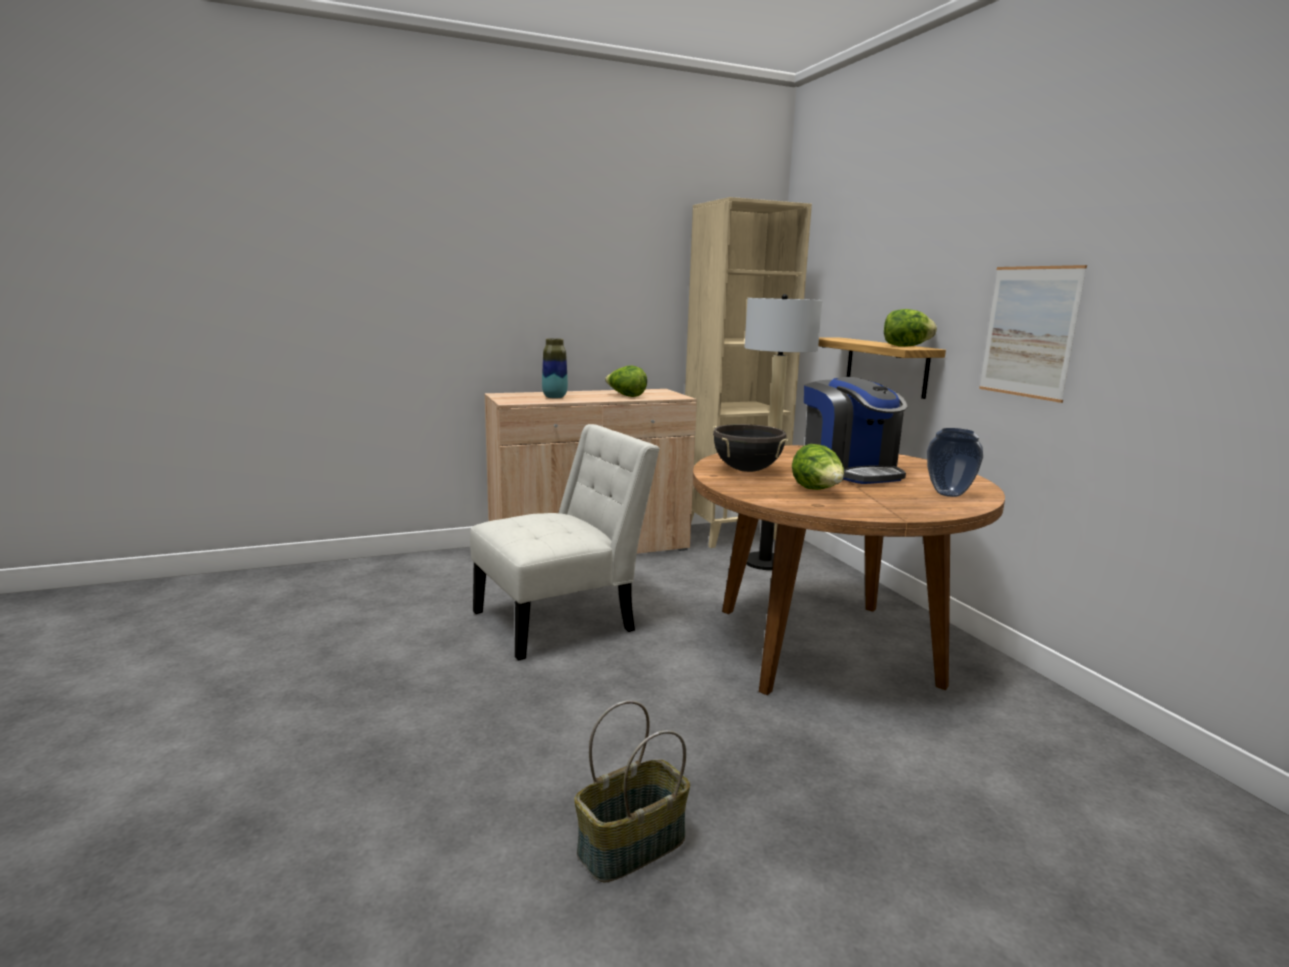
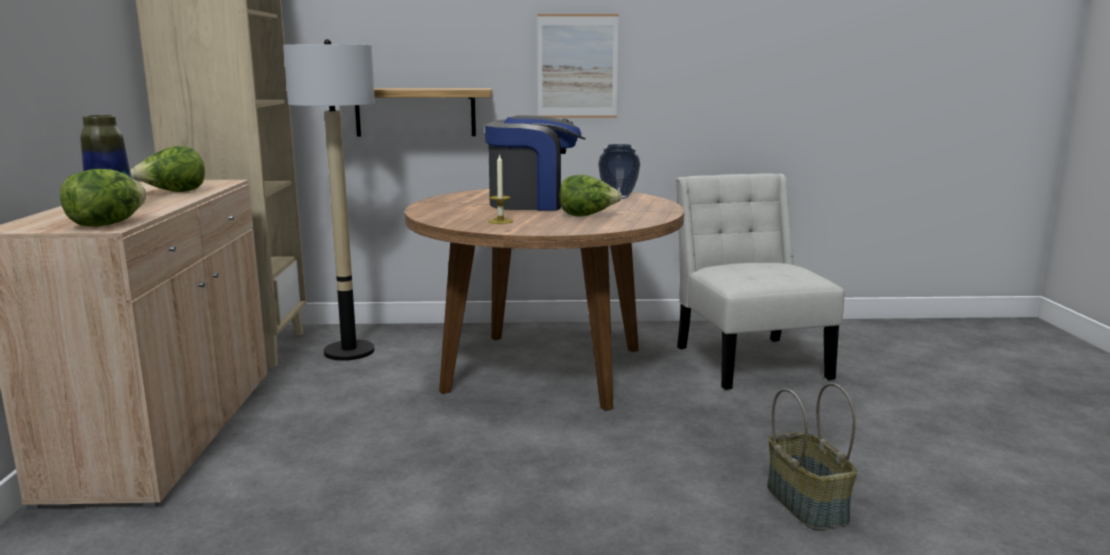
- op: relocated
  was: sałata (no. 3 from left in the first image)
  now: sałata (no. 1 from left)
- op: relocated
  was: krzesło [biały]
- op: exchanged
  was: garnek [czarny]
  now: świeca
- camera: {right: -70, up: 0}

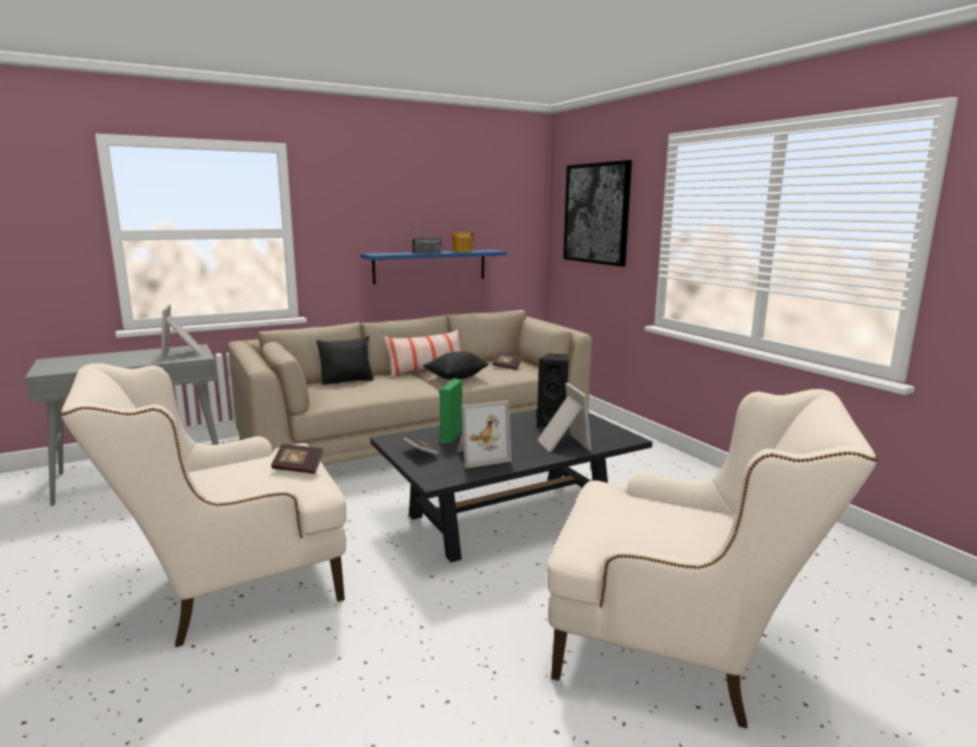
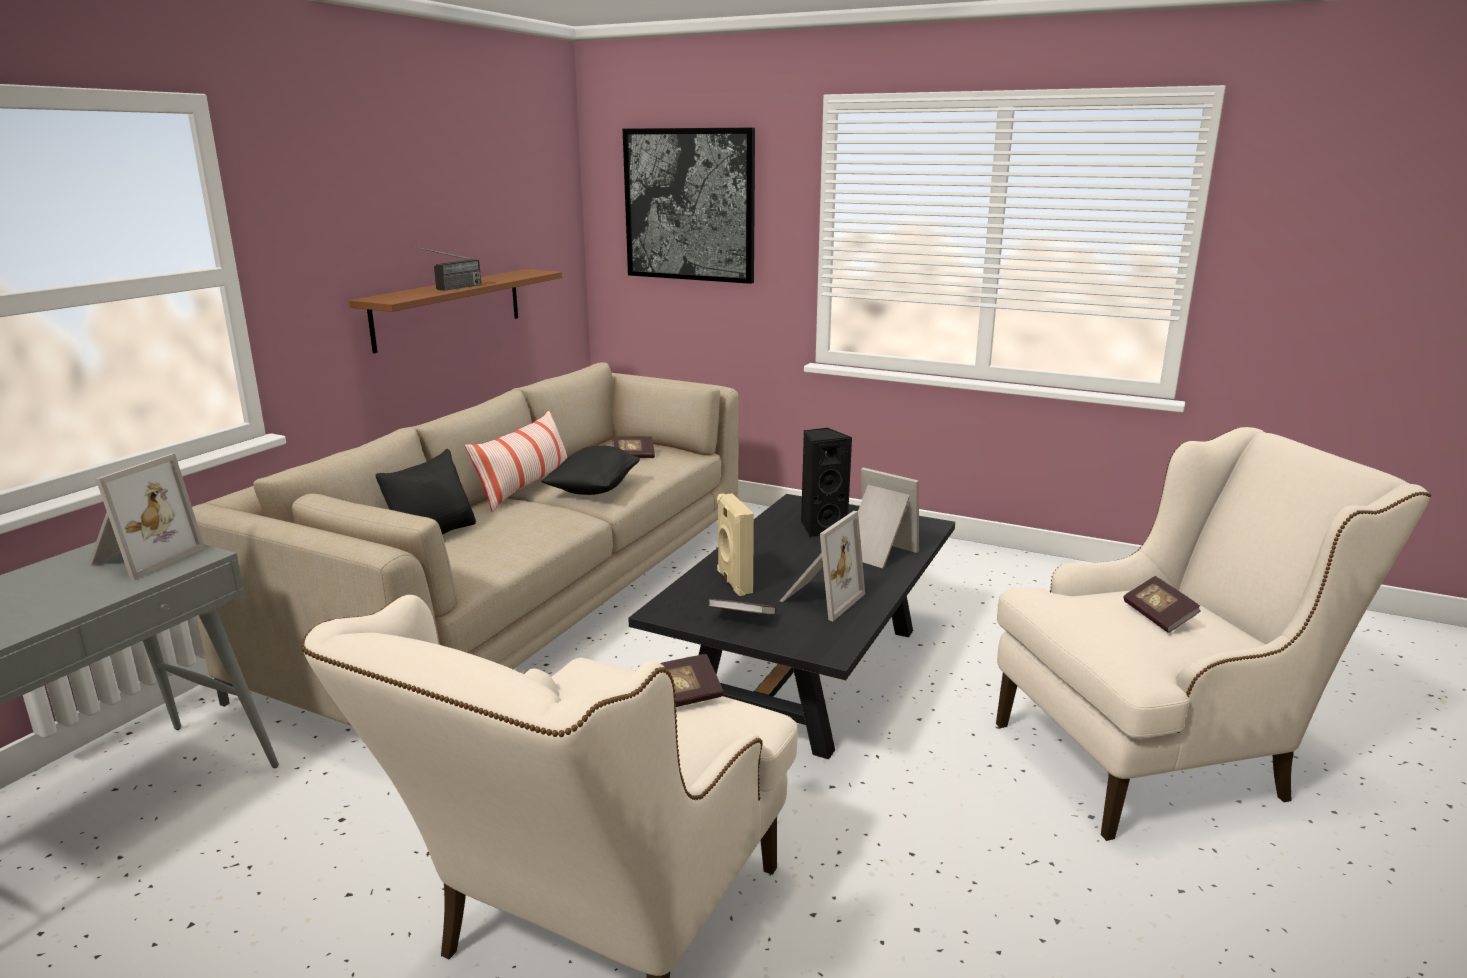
- op: missing
  was: imbryk
- op: colour
  was: półka [niebieski]
  now: półka [brązowy]
- op: spun
  was: ramka na zdjęcie (no. 1 from left)
  clockwise: -105
- op: colour
  was: głośnik [zielony]
  now: głośnik [beżowy]
- op: appeared
  now: książka (no. 4 from left)
- camera: {right: -35, up: 5}

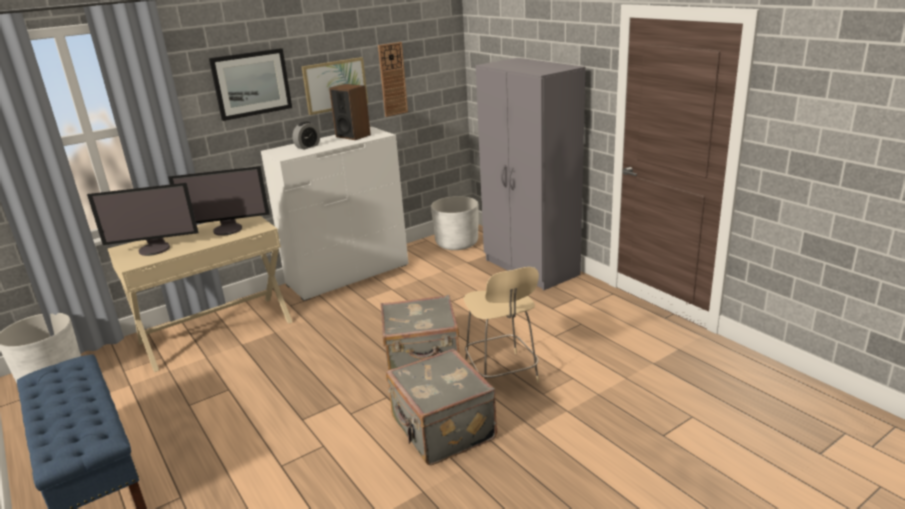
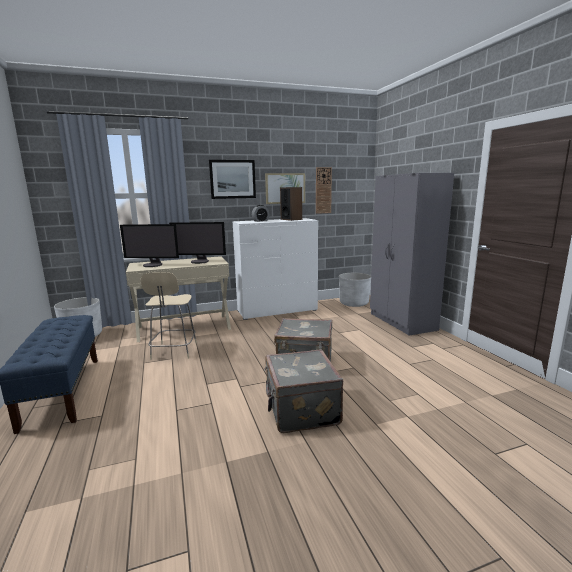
- op: relocated
  was: krzesło [beżowy]
- camera: {right: 15, up: -10}

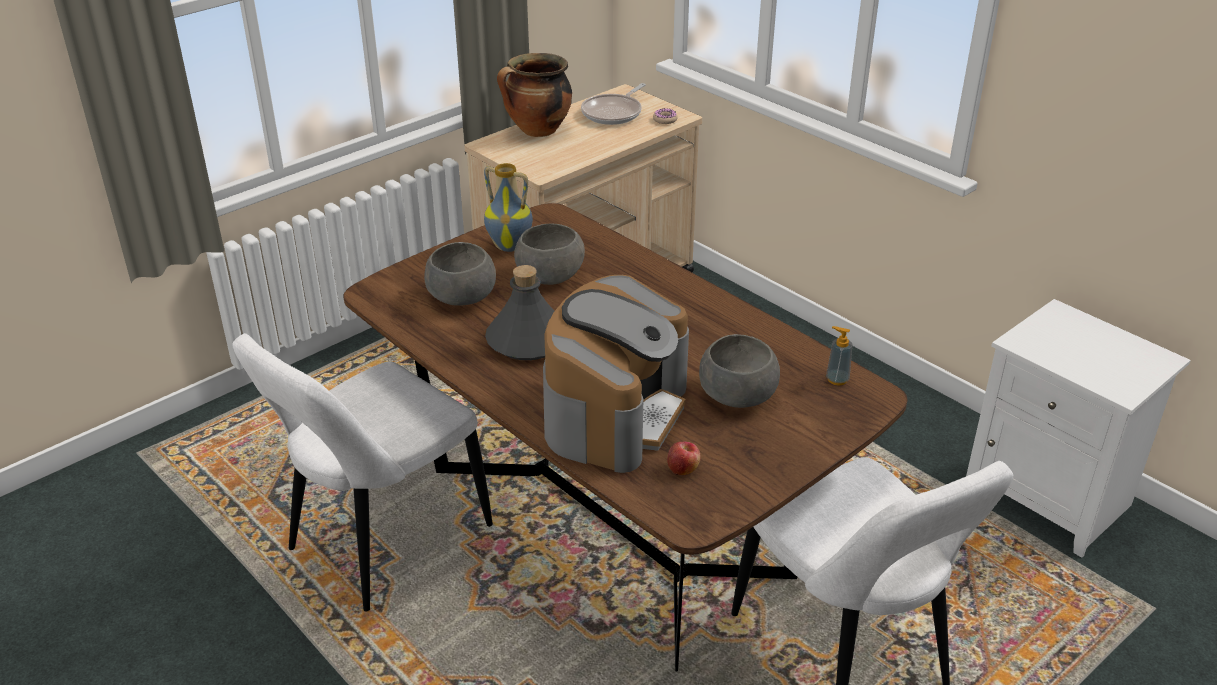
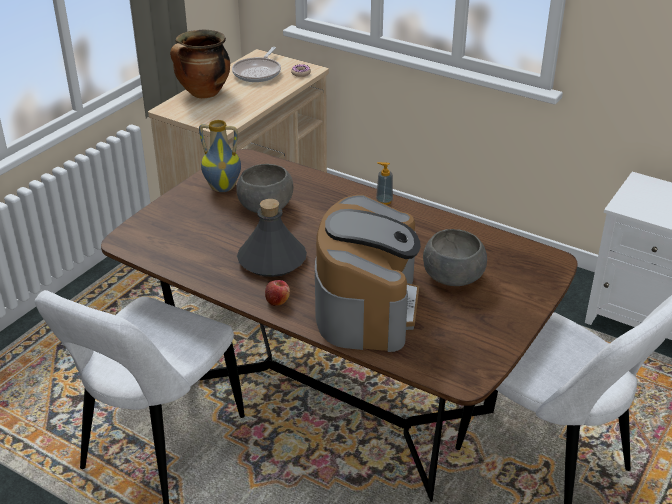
- op: missing
  was: miska [szary] (no. 1 from left)
- op: relocated
  was: dozownik mydła
- op: relocated
  was: jabłko
- camera: {right: -15, up: 0}

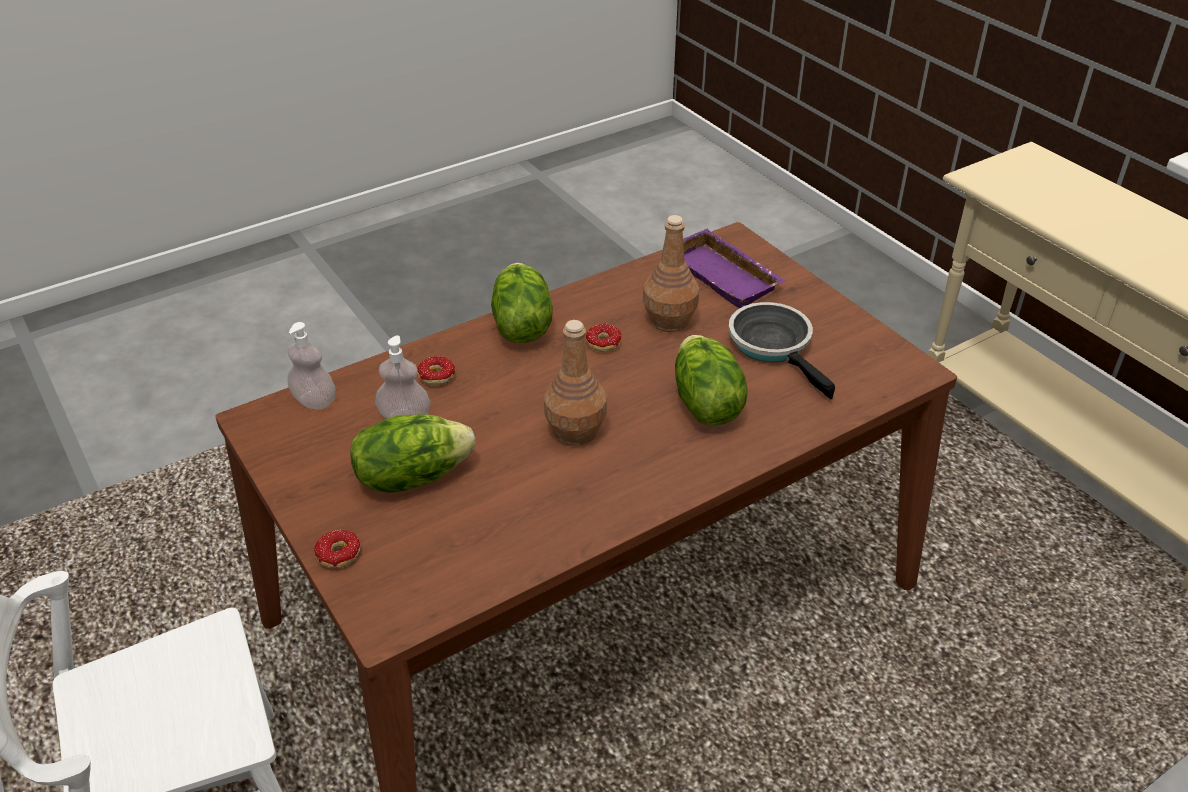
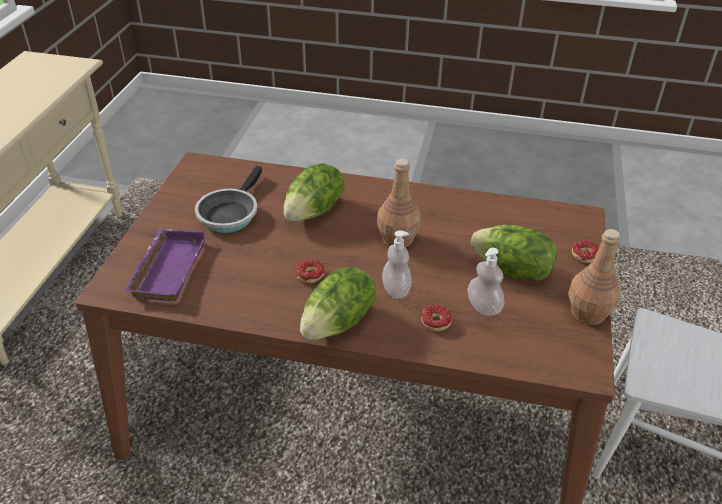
- op: relocated
  was: butelka [brązowy] (no. 2 from left)
- op: relocated
  was: dozownik mydła (no. 1 from left)
- camera: {right: -135, up: 0}

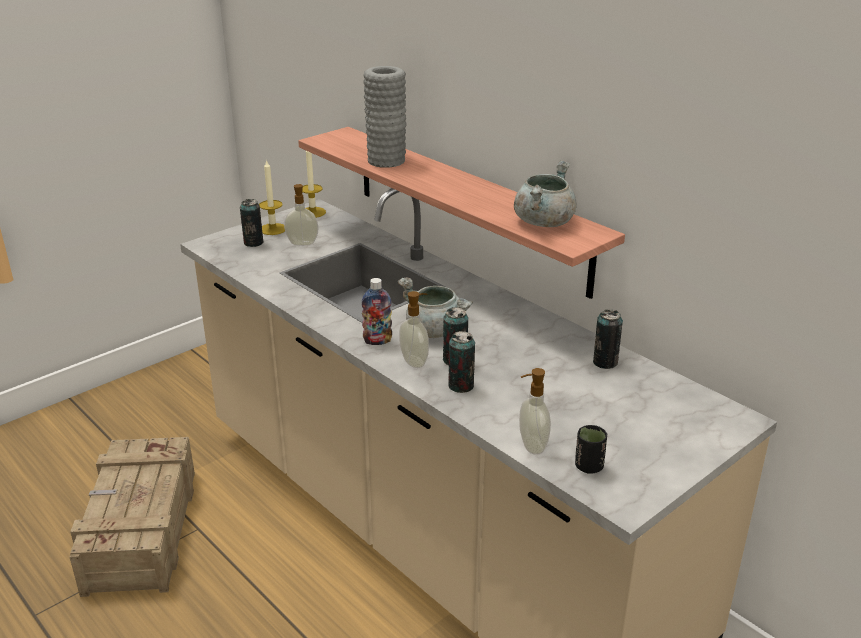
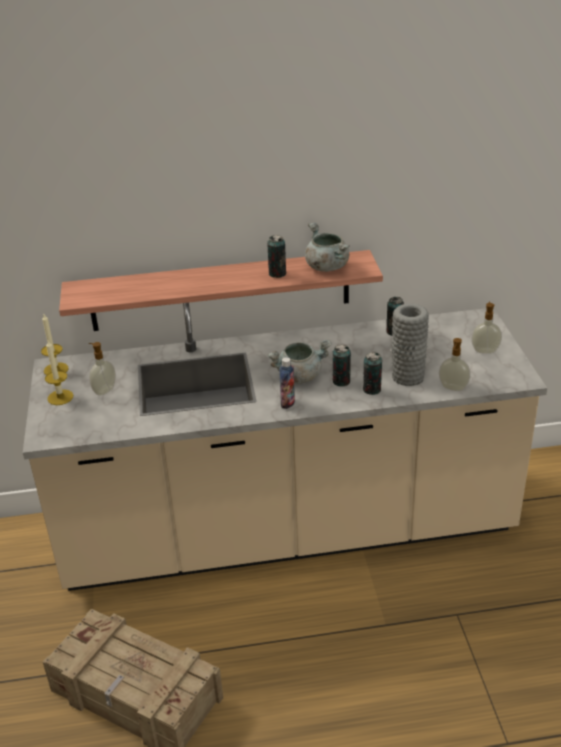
- op: relocated
  was: wazon [szary]
- op: relocated
  was: puszka (no. 1 from left)
- op: relocated
  was: dozownik mydła (no. 2 from left in the first image)
  now: dozownik mydła (no. 3 from left)
- op: missing
  was: filiżanka [czarny]
- camera: {right: -55, up: 5}

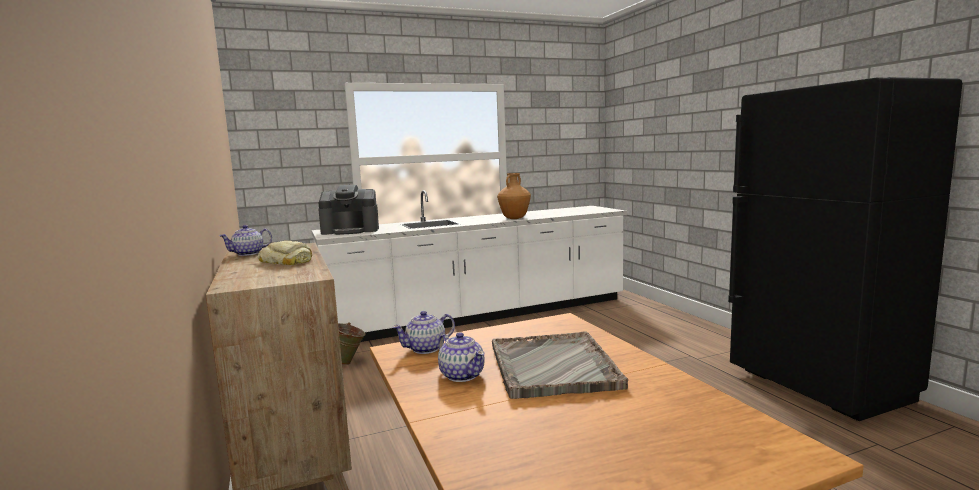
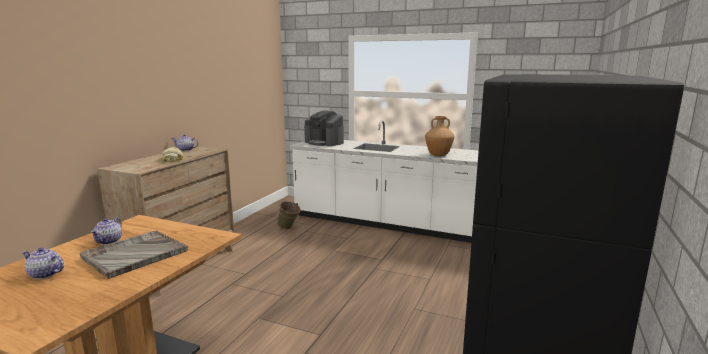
- op: relocated
  was: imbryk (no. 2 from left in the first image)
  now: imbryk (no. 1 from left)
- camera: {right: 45, up: 5}

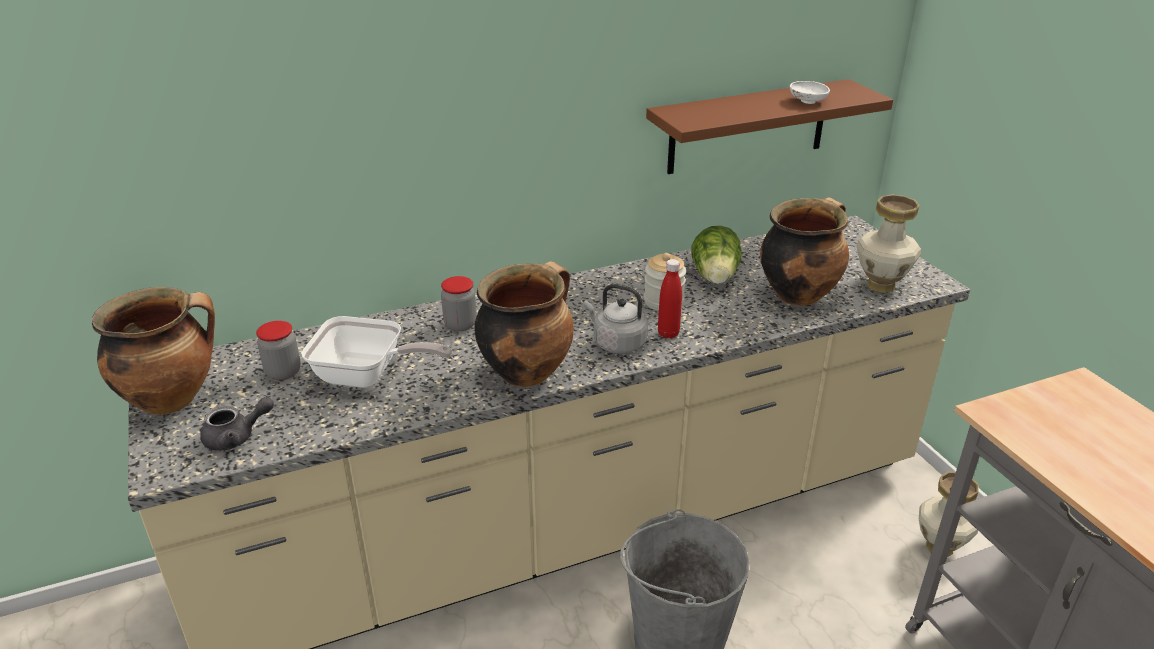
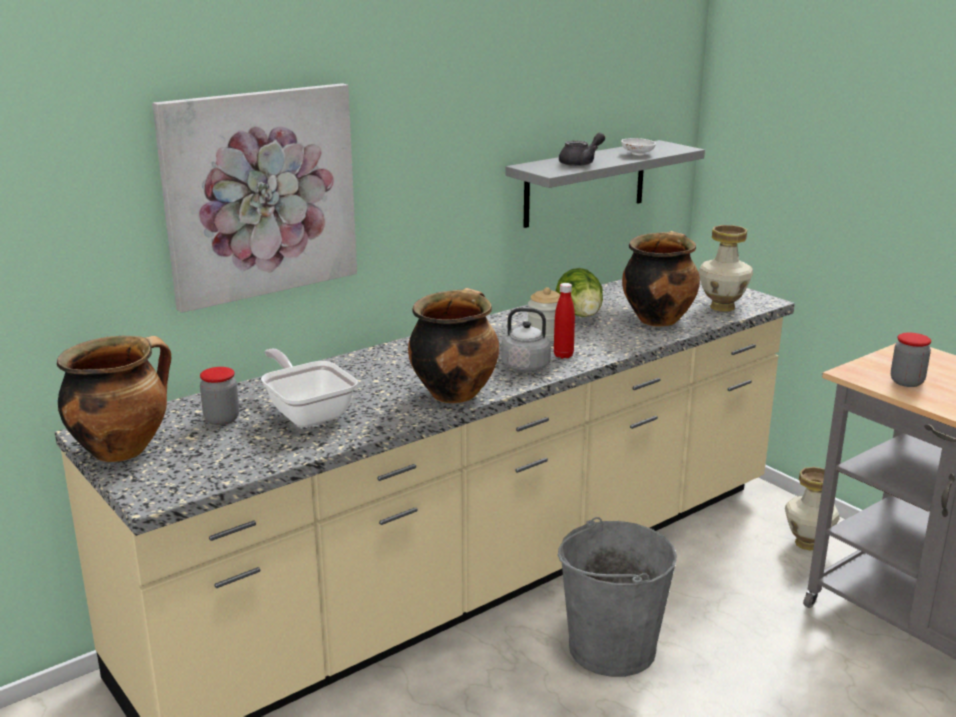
- op: colour
  was: półka [brązowy]
  now: półka [szary]
- op: relocated
  was: słoik (no. 2 from left in the first image)
  now: słoik (no. 3 from left)
- op: spun
  was: patelnia
  clockwise: -120
- op: relocated
  was: imbryk [szary]
- op: appeared
  now: obraz
- camera: {right: -15, up: -10}

